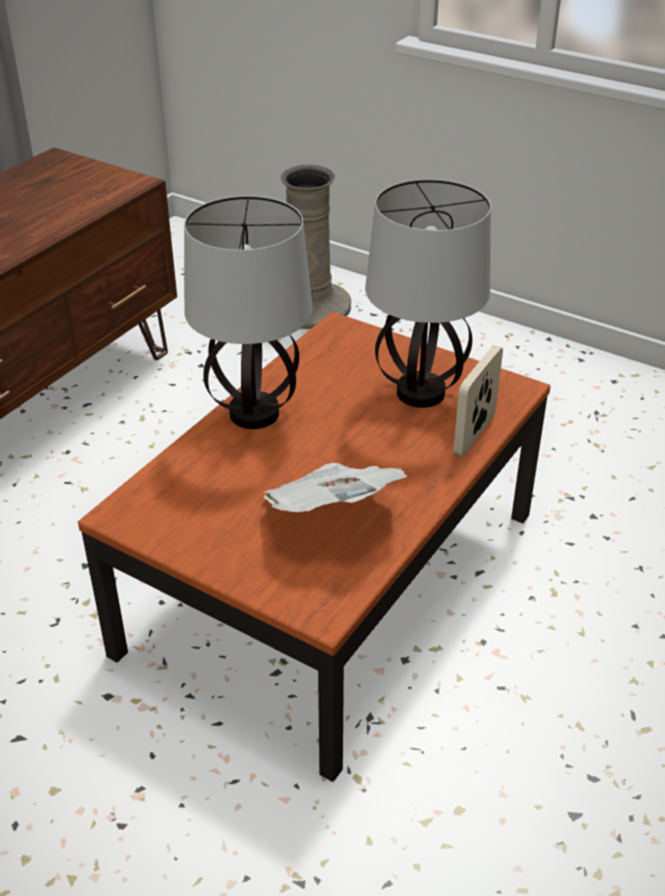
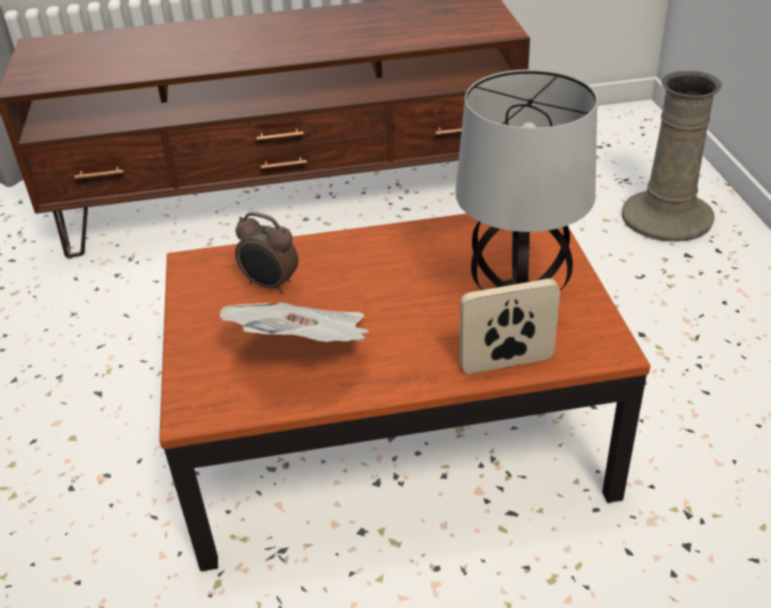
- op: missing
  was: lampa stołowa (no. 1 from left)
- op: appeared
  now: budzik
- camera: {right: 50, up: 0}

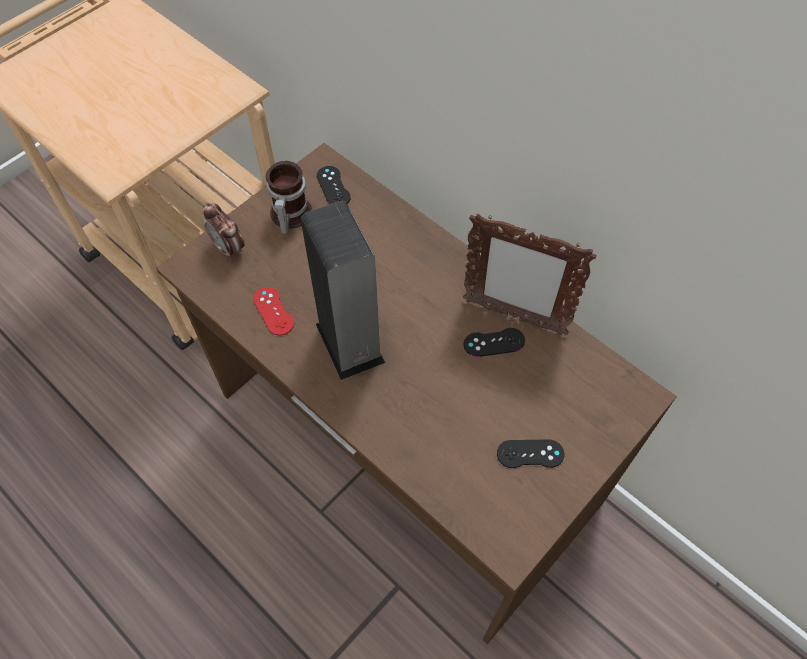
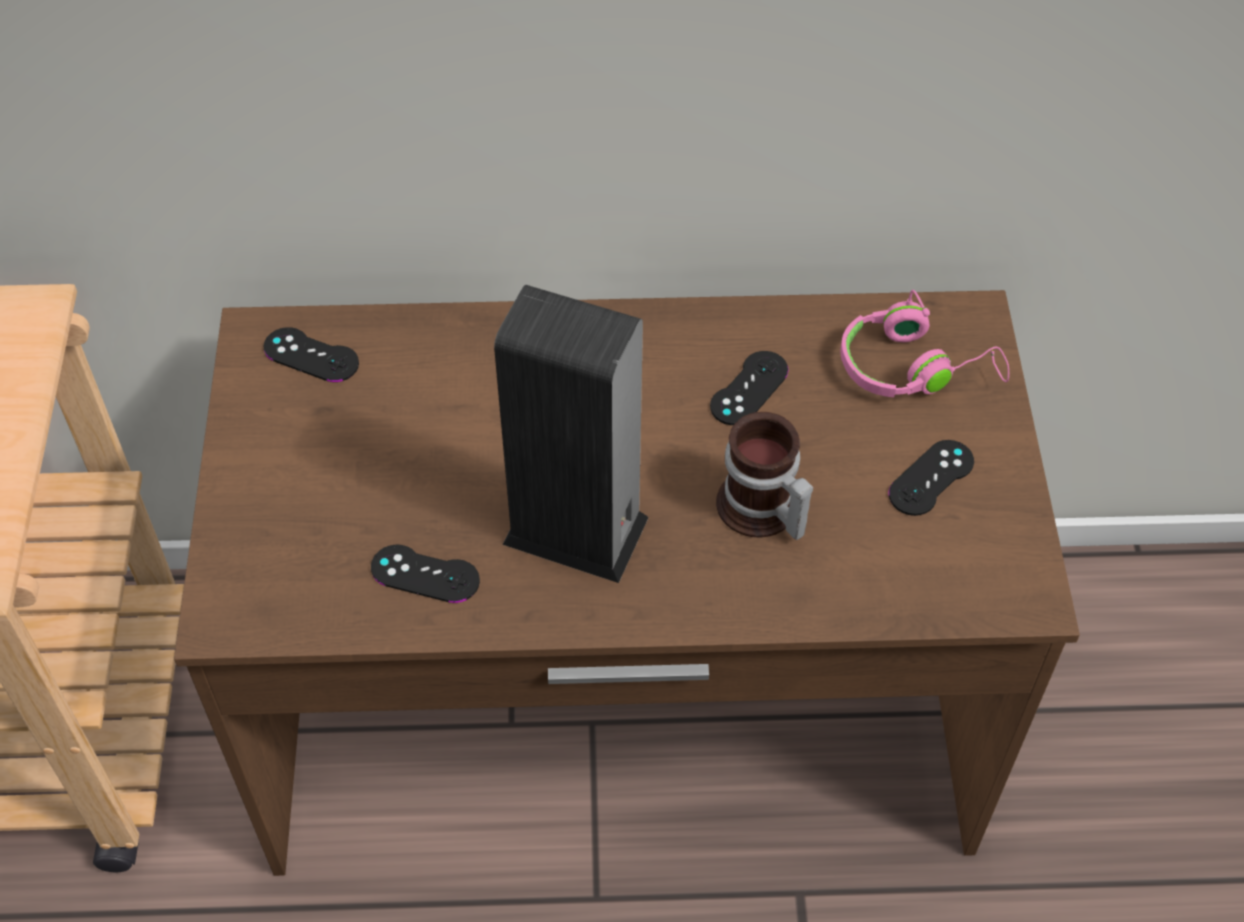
- op: relocated
  was: kubek
- op: missing
  was: budzik
- op: missing
  was: ramka na zdjęcie
- op: colour
  was: pad do gier [czerwony]
  now: pad do gier [czarny] (no. 2 from left)
- op: appeared
  now: słuchawki [różowy]
- camera: {right: -45, up: -5}

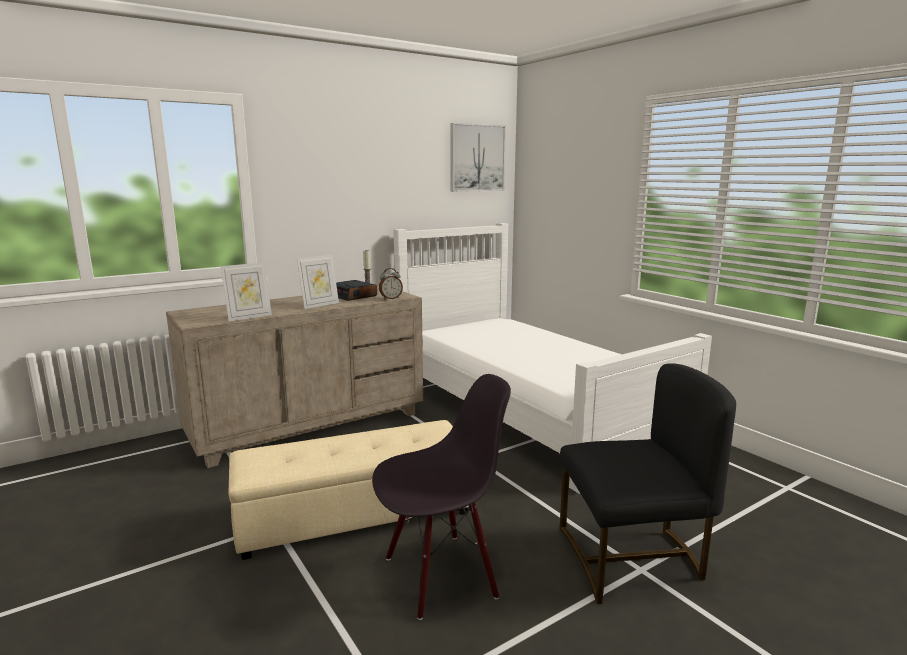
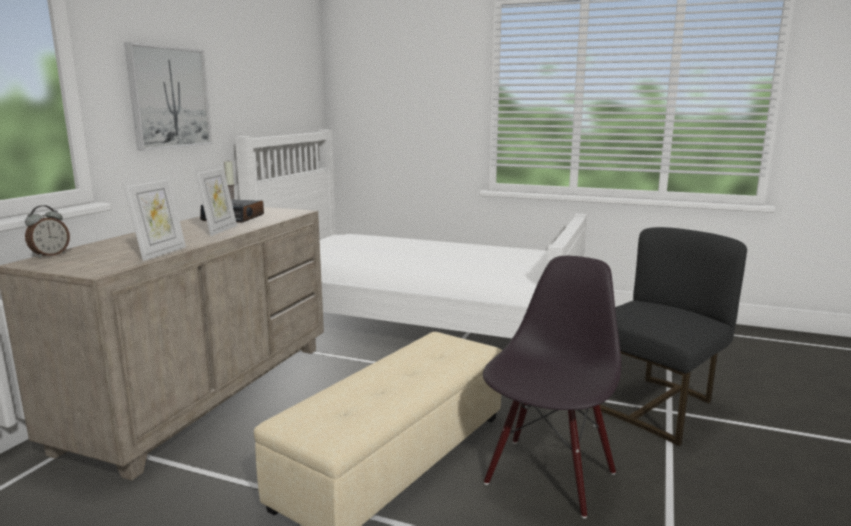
- op: relocated
  was: obraz
- op: relocated
  was: budzik (no. 2 from left in the first image)
  now: budzik (no. 1 from left)
- camera: {right: -35, up: 0}

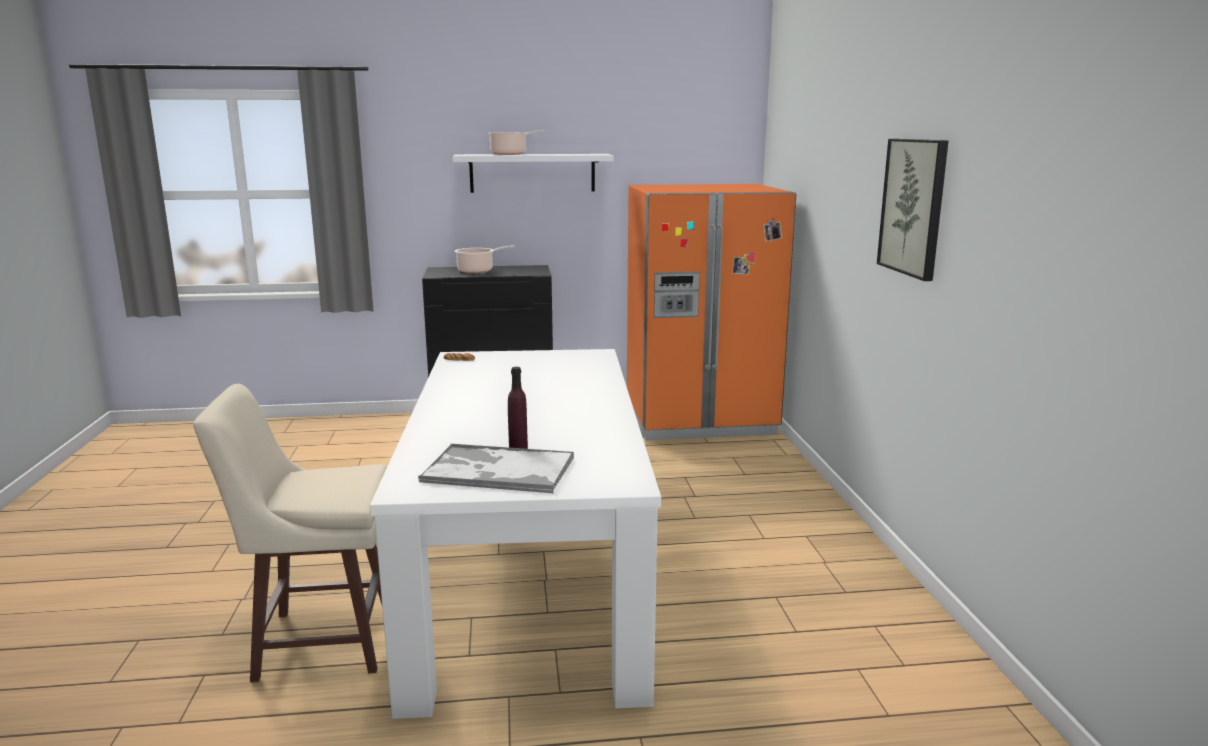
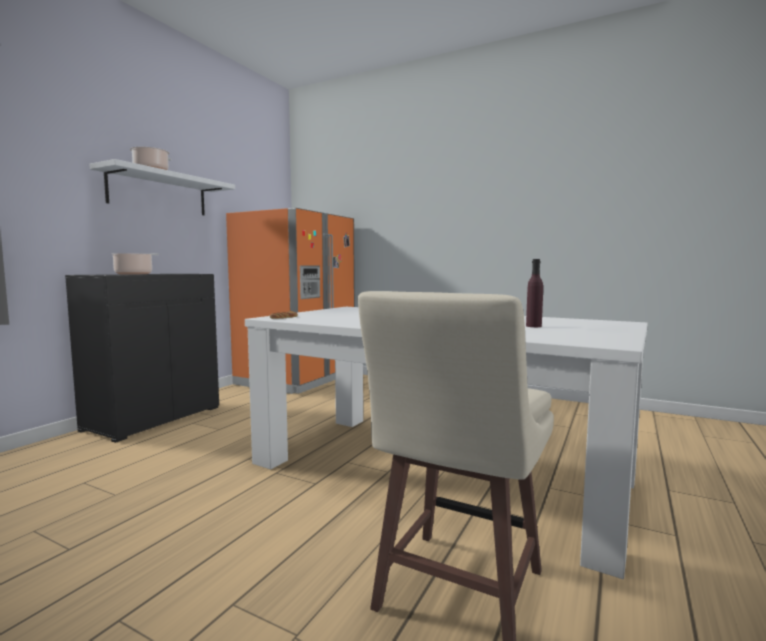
- op: missing
  was: obraz
- op: missing
  was: taca
- camera: {right: -55, up: -10}

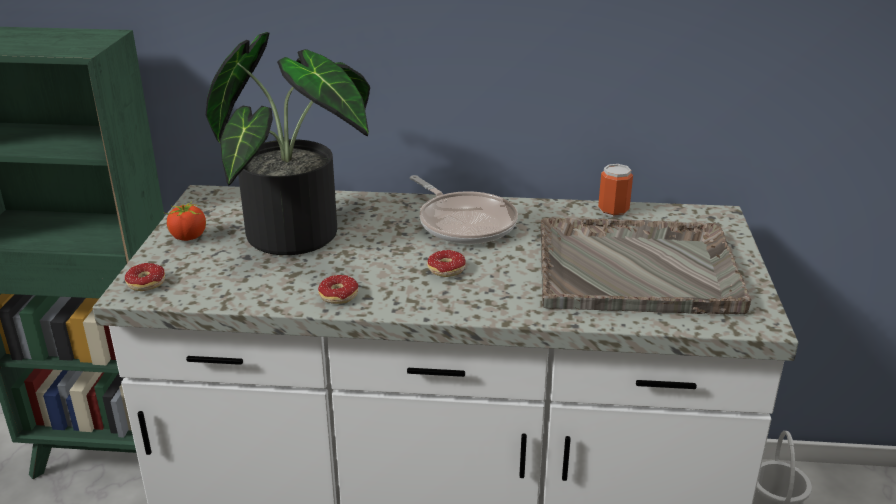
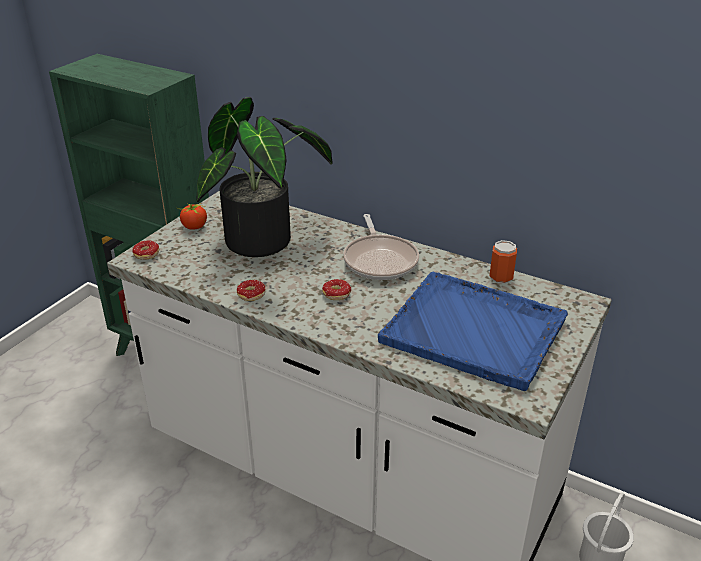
- op: colour
  was: taca [szary]
  now: taca [niebieski]
- camera: {right: 25, up: 5}

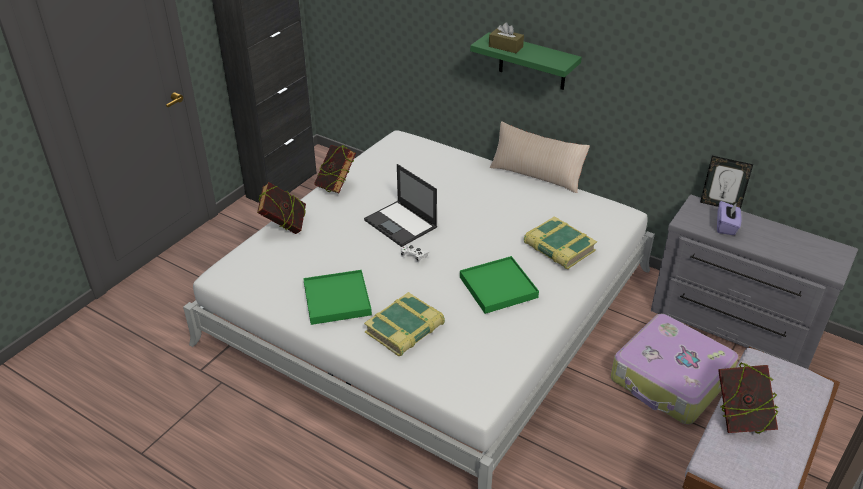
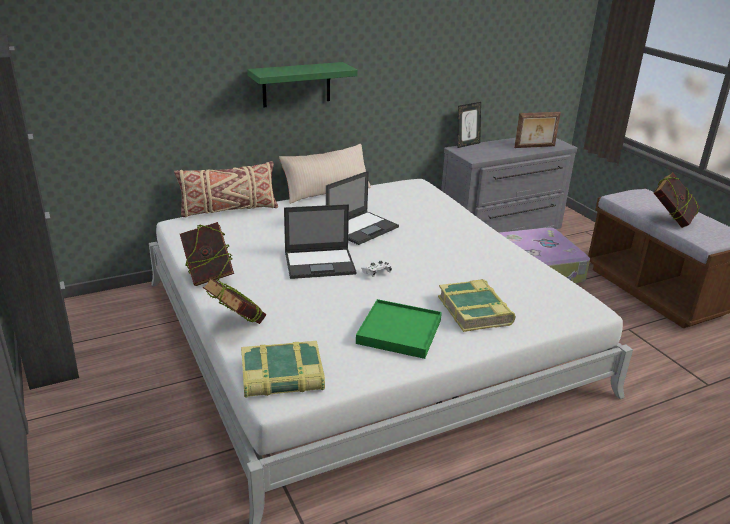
- op: missing
  was: pudełko chusteczek [brązowy]
- op: missing
  was: pudełko chusteczek [fioletowy]
- op: relocated
  was: książka (no. 4 from left in the first image)
  now: książka (no. 3 from left)
- op: missing
  was: taca [zielony] (no. 2 from left)
- op: appeared
  now: ramka na zdjęcie (no. 2 from left)
- op: appeared
  now: poduszka [beżowy] (no. 1 from left)
- op: appeared
  now: laptop (no. 2 from left)
- camera: {right: -60, up: -10}

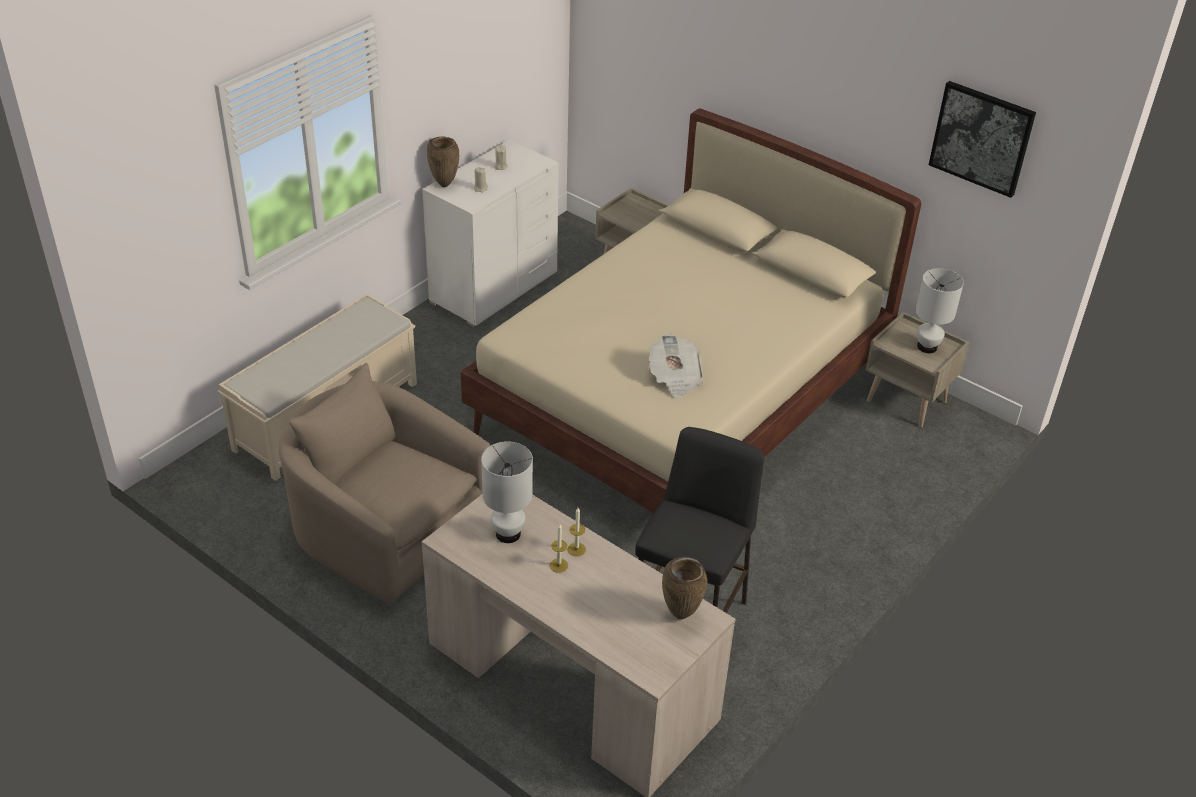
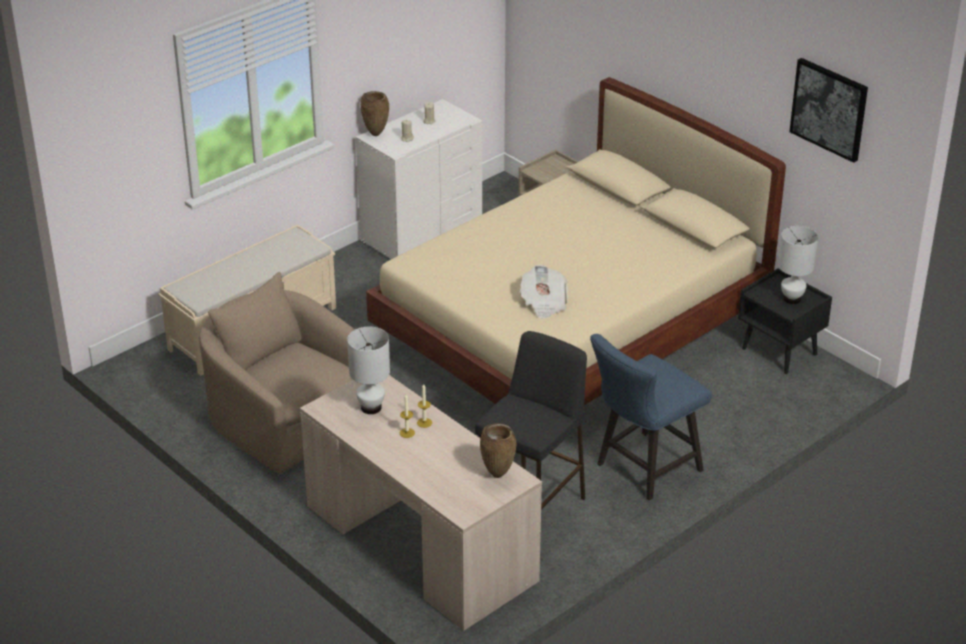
- op: colour
  was: szafka nocna [beżowy] (no. 2 from left)
  now: szafka nocna [czarny]
- op: appeared
  now: krzesło [niebieski]
- camera: {right: 10, up: -5}

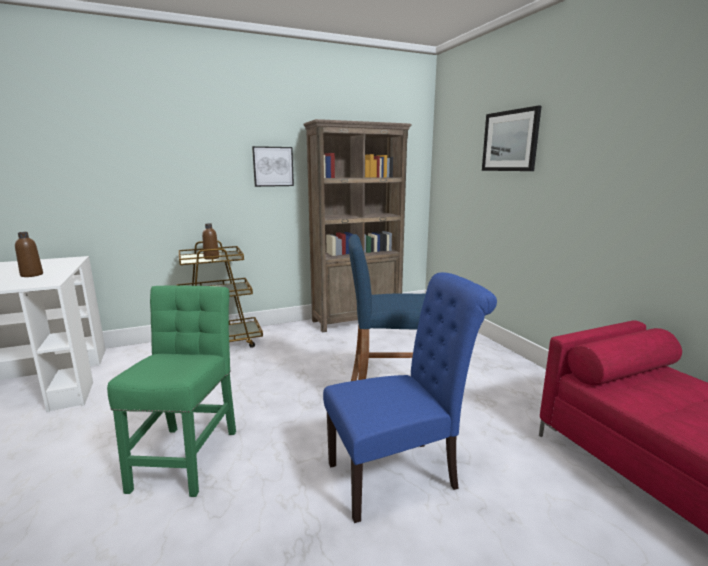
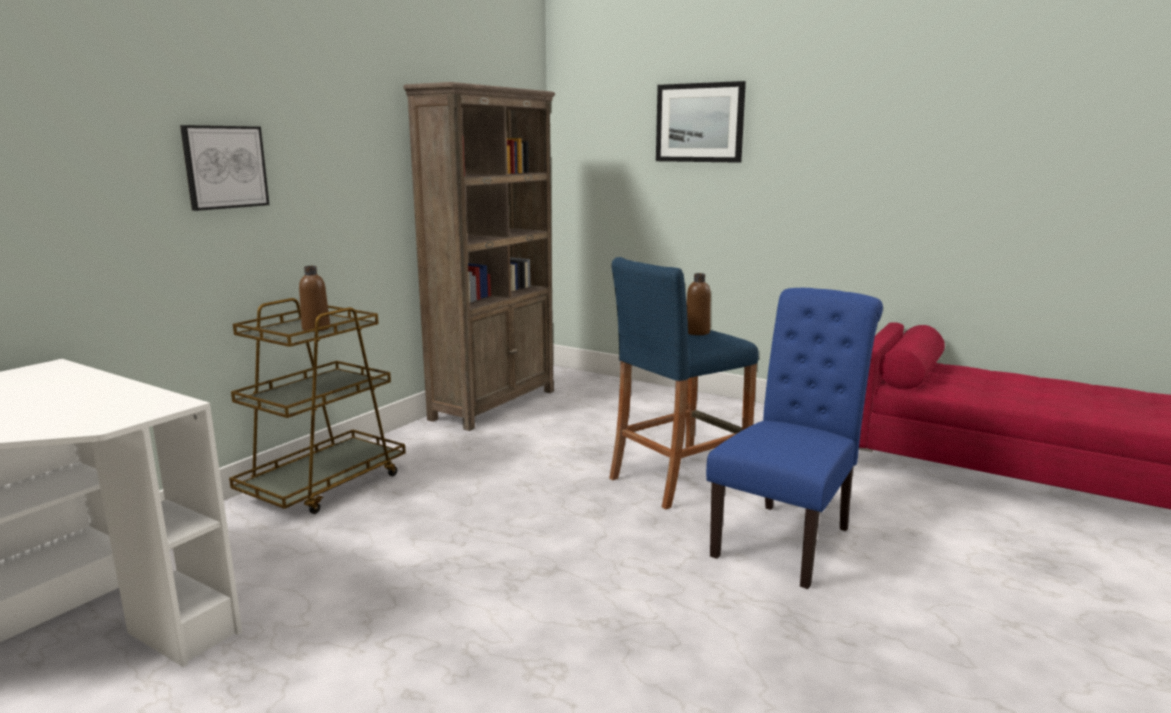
- op: relocated
  was: obraz (no. 1 from left)
- op: relocated
  was: butelka [brązowy] (no. 1 from left in the first image)
  now: butelka [brązowy] (no. 2 from left)
- op: missing
  was: krzesło [zielony]
- camera: {right: -35, up: 0}

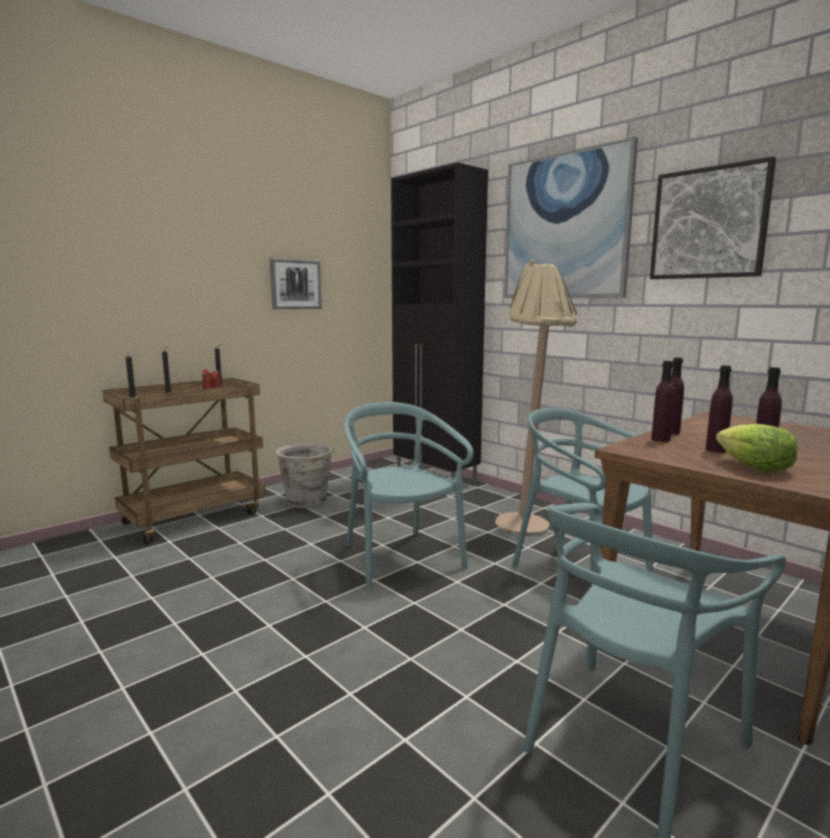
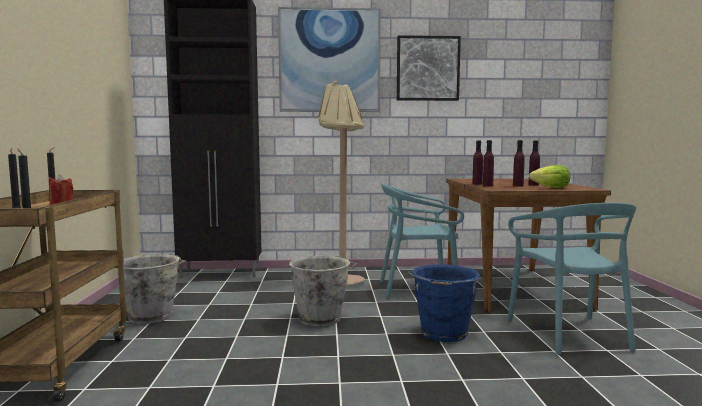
- op: missing
  was: obraz (no. 1 from left)
- op: exchanged
  was: krzesło [turkusowy] (no. 1 from left)
  now: wiadro [szary] (no. 2 from left)
- op: appeared
  now: wiadro [niebieski]
- camera: {right: -50, up: -5}

